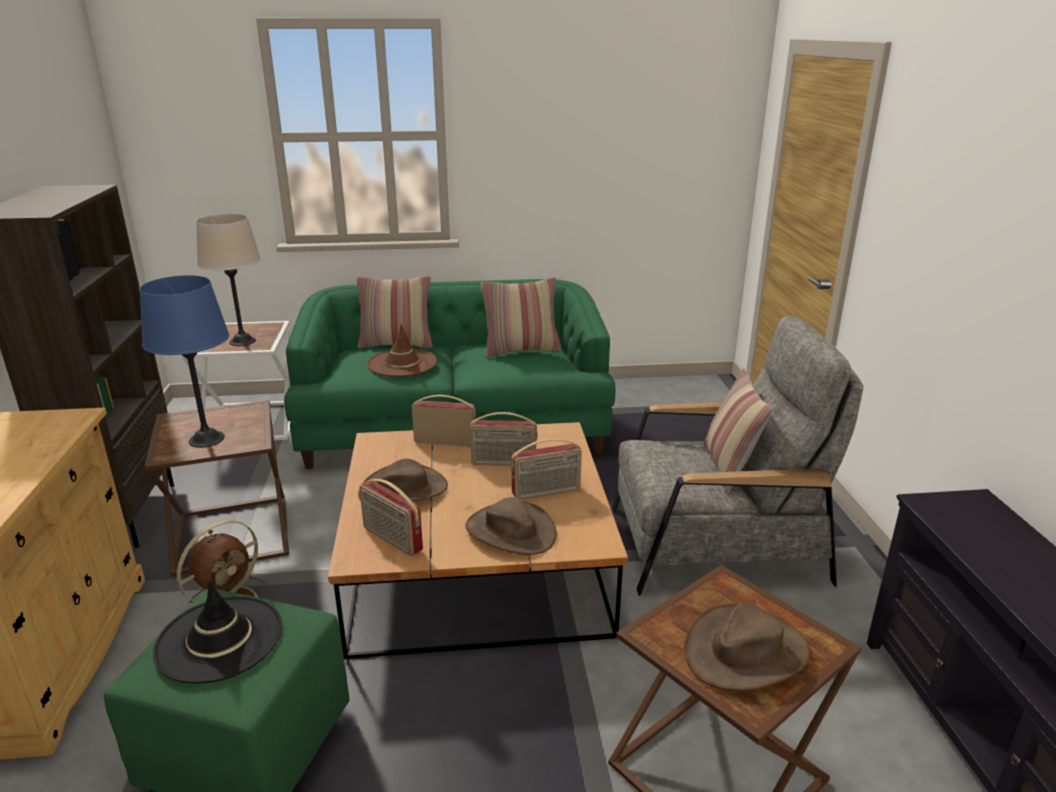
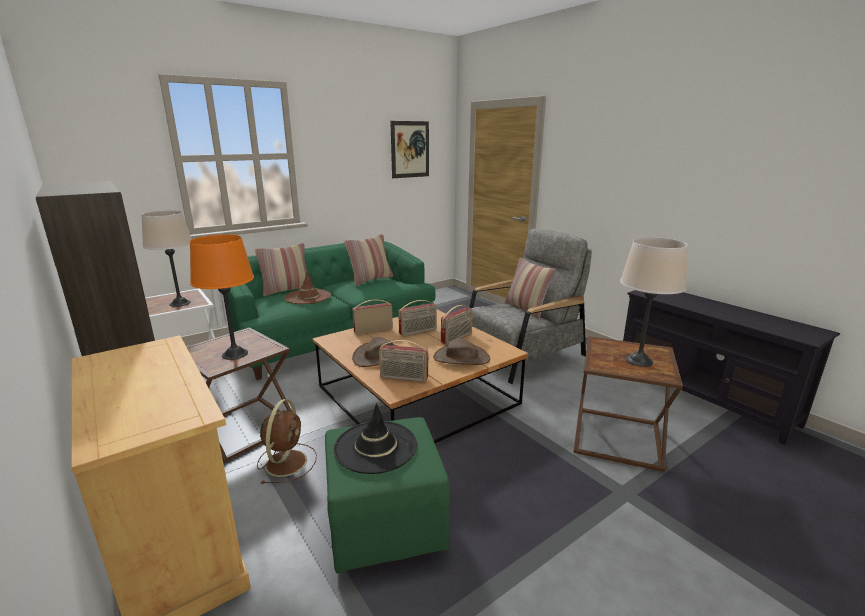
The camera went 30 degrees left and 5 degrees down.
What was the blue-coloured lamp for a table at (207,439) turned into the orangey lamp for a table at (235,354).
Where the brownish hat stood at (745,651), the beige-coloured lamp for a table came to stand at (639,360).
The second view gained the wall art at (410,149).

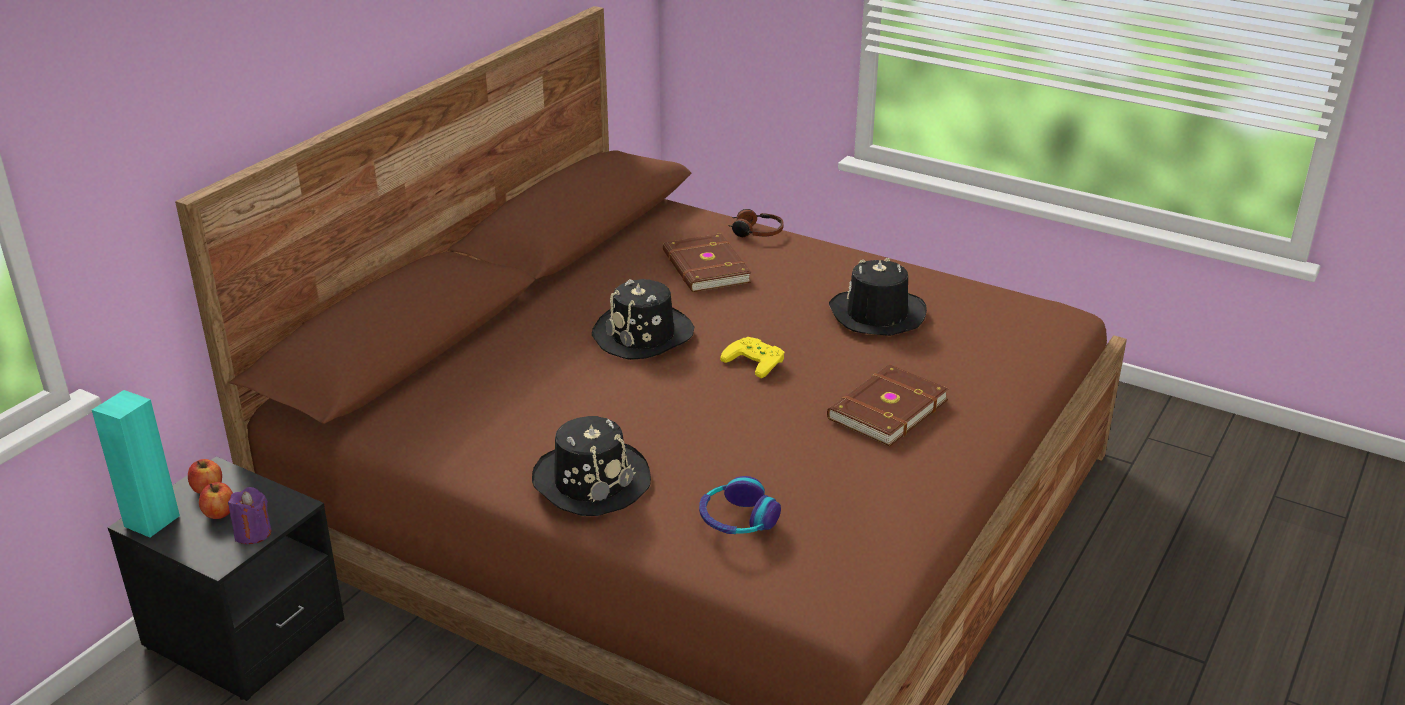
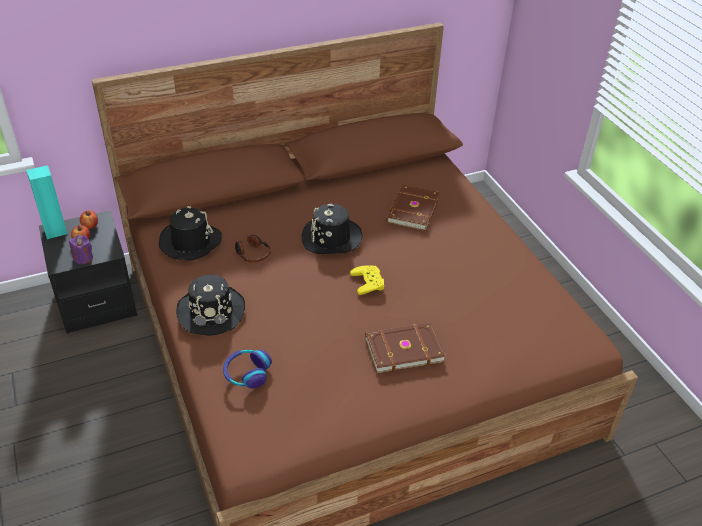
The camera went 35 degrees right and 10 degrees up.
The headphones ended up elsewhere, having gone from (756,232) to (252,253).
The blackish hat ended up elsewhere, having gone from (876,314) to (190,242).

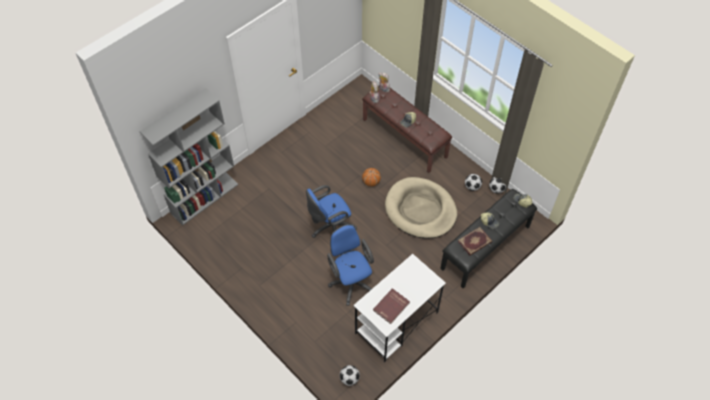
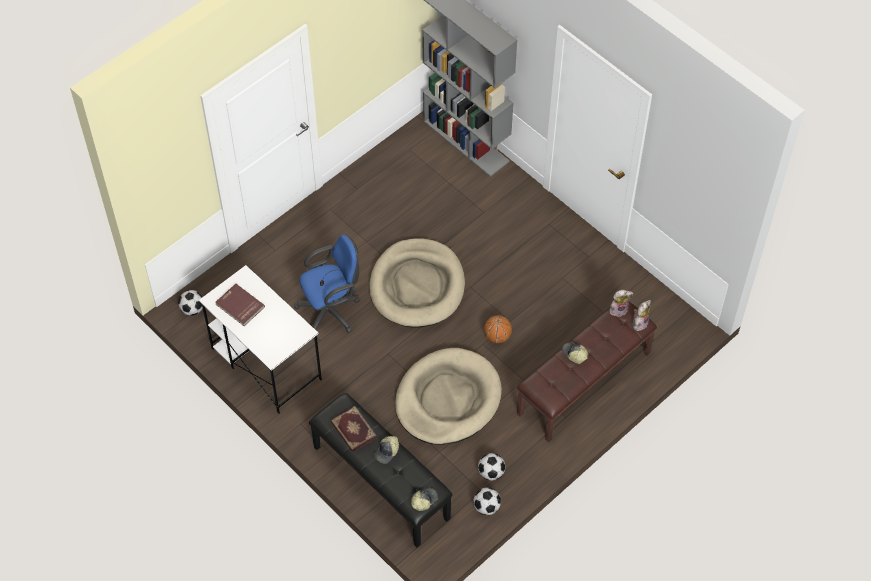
The camera went 90 degrees right and 0 degrees up.
Where the blue-coloured desk chair stood at (330,228), the beige-coloured pet bed came to stand at (417,286).

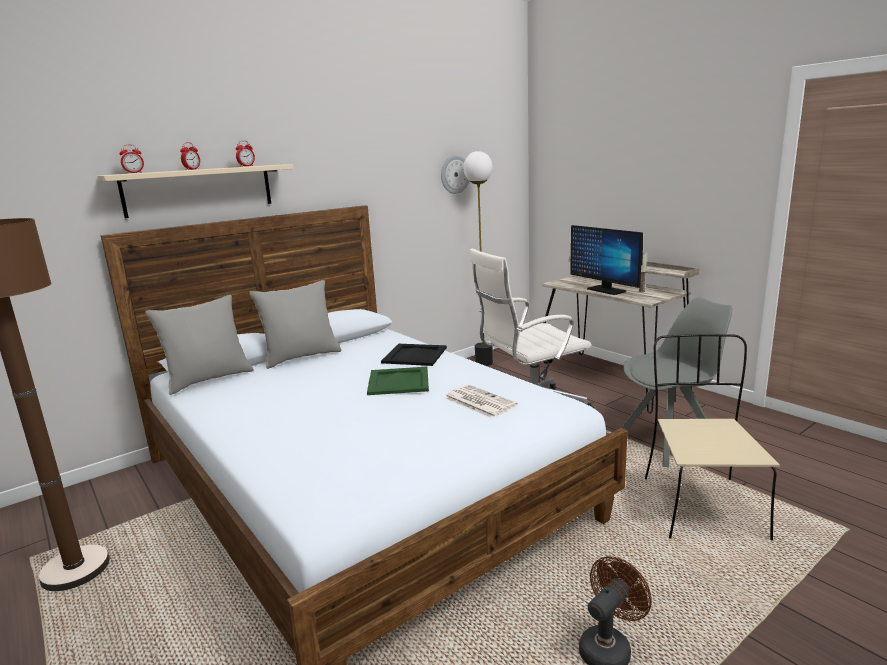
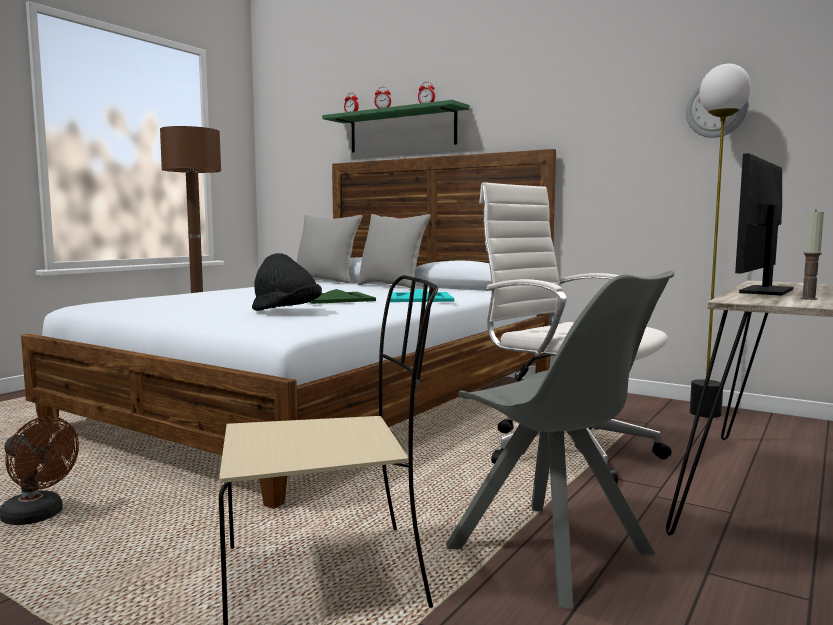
The camera went 70 degrees right and 10 degrees down.
What was the beige-coloured shelf at (199,190) turned into the green-coloured shelf at (402,130).
What was the blackish tray at (414,355) turned into the turquoise-coloured tray at (419,298).
Where the printed paper stood at (478,402), the blackish hat came to stand at (286,312).

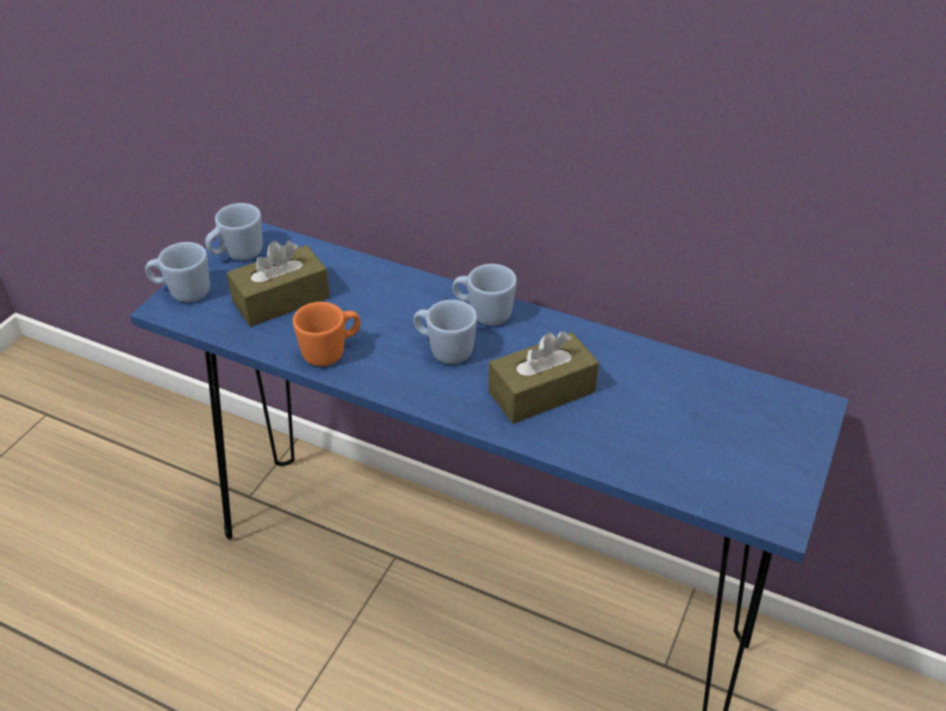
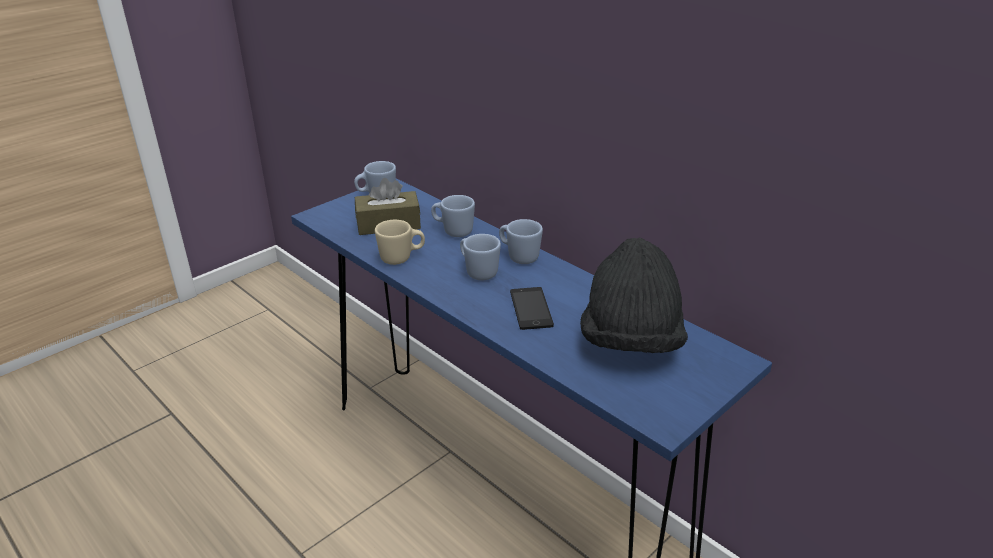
The camera went 20 degrees right and 10 degrees down.
The blue-coloured tea mug ended up elsewhere, having gone from (183,292) to (453,231).
What was the orangey tea mug at (331,352) turned into the beige-coloured tea mug at (401,258).
Where the brownish tissue holder stood at (541,392), the phone came to stand at (531,309).
The second view gained the blackish hat at (630,341).

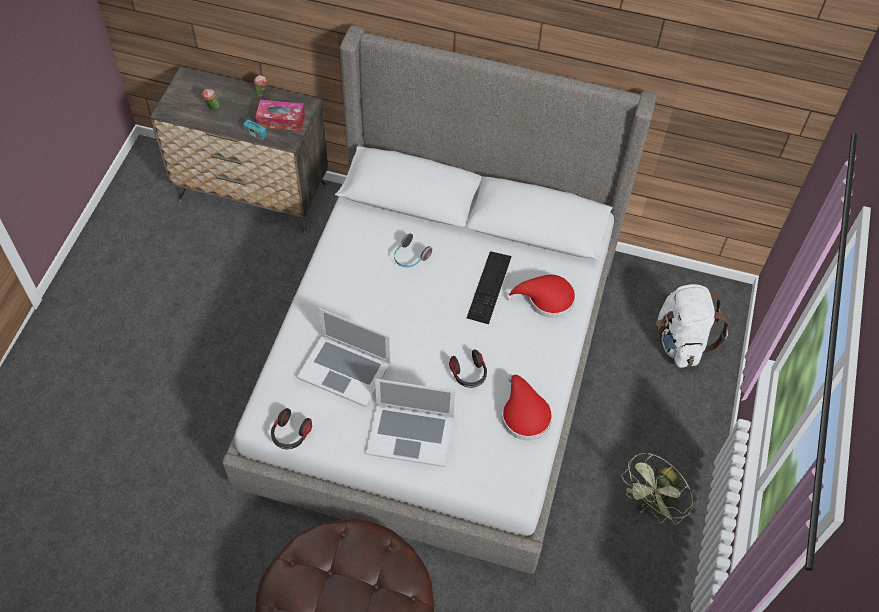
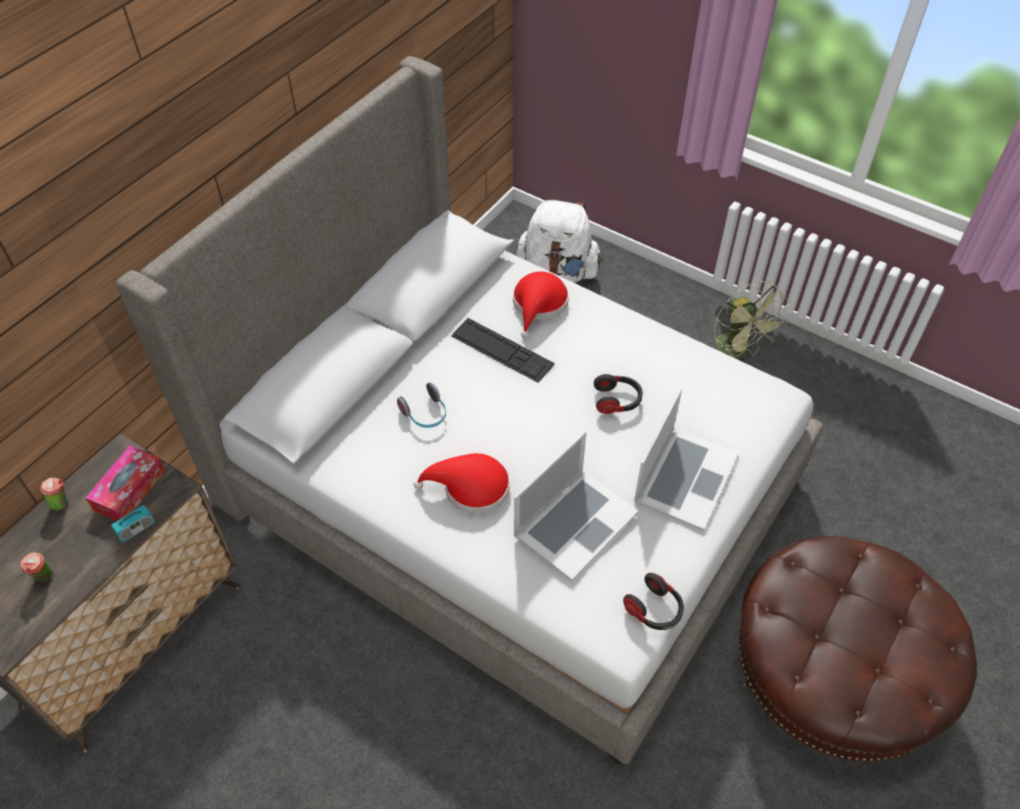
The camera went 70 degrees left and 5 degrees down.
The red hat ended up elsewhere, having gone from (524,414) to (470,488).

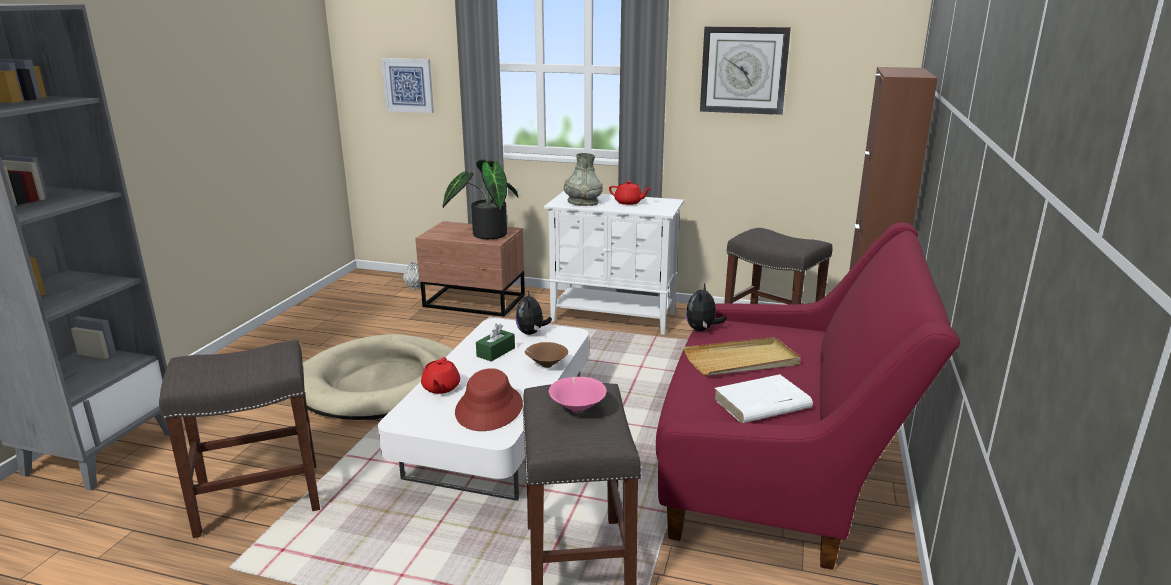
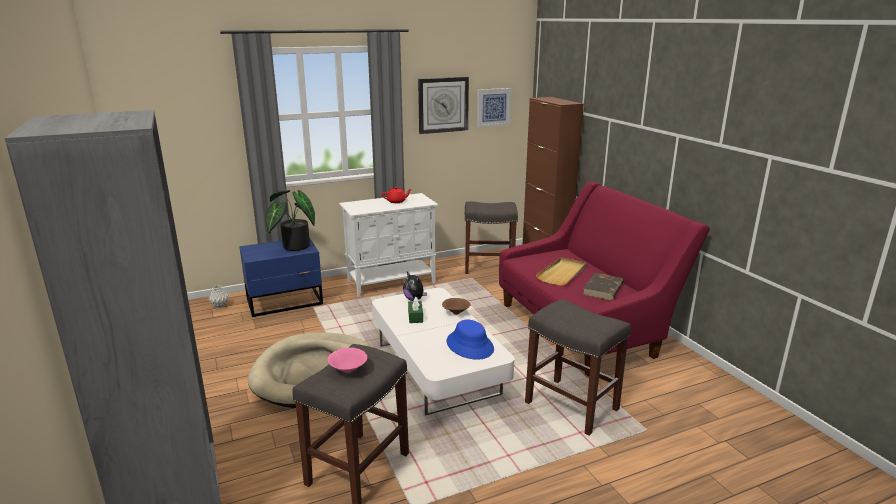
The camera went 40 degrees left and 0 degrees up.
The wall art ended up elsewhere, having gone from (408,85) to (493,107).
The second view lost the grey decorative vase at (583,202).
What was the brownish nightstand at (475,302) turned into the blue-coloured nightstand at (286,301).
The second view lost the soft toy at (702,330).
The second view lost the red tea pot at (440,388).
What was the red hat at (489,408) turned into the blue-coloured hat at (470,345).
What was the whitish volume at (761,404) turned into the brownish volume at (603,289).
The pink serving bowl ended up elsewhere, having gone from (577,408) to (347,370).

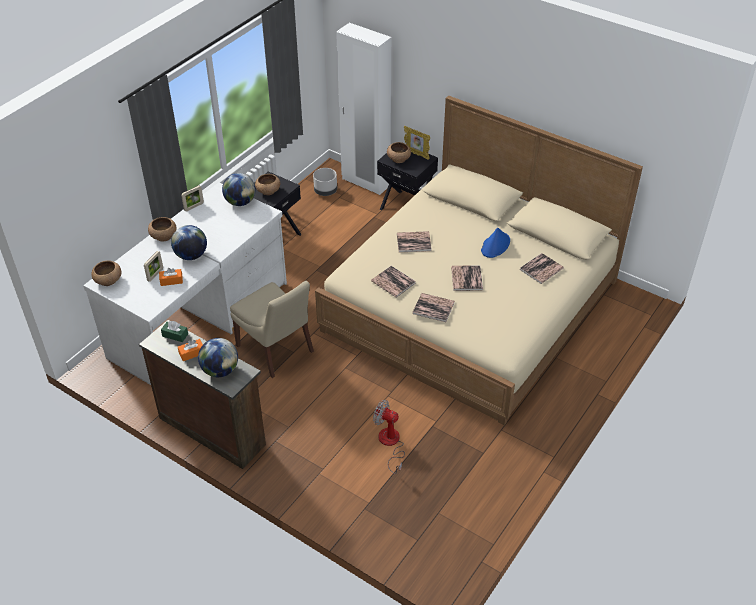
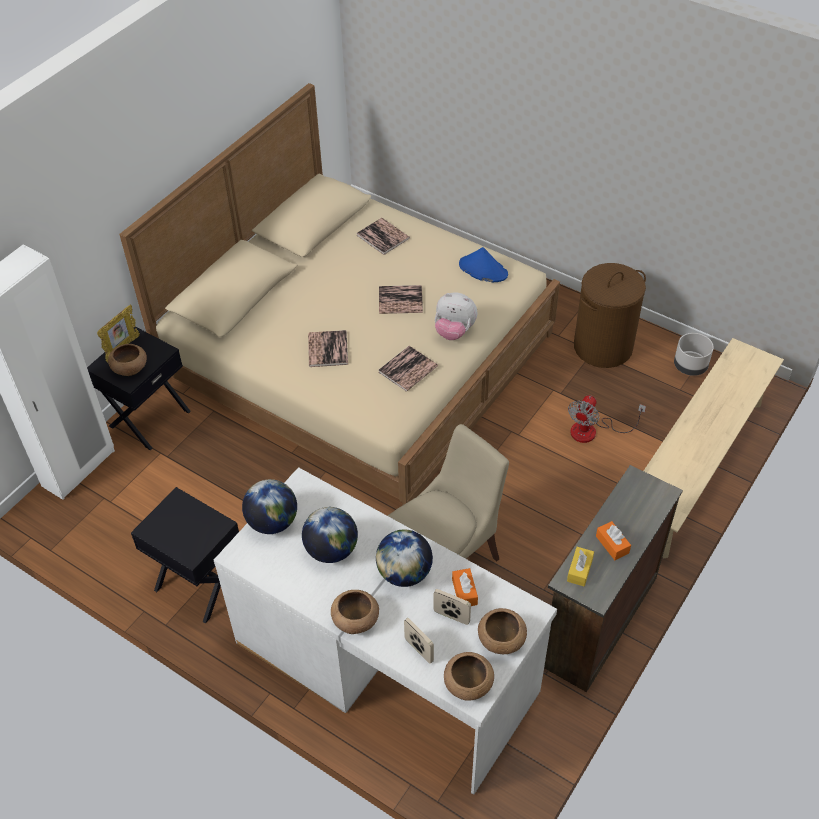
The camera went 90 degrees left and 5 degrees up.
The grey plant pot ended up elsewhere, having gone from (325,191) to (690,366).
The brownish serving bowl ended up elsewhere, having gone from (268,191) to (501,640).
The standing frame ended up elsewhere, having gone from (194,207) to (419,650).
The blue-coloured hat ended up elsewhere, having gone from (495,245) to (483,269).
Where the volume stood at (433,308), the soft toy came to stand at (454,331).
What was the green-coloured tissue holder at (175,335) turned into the yellow tissue holder at (579,570).
The globe ended up elsewhere, having gone from (220,370) to (331,550).
The second view gained the brownish hamper at (603,347).
The second view gained the beige-coloured indoor bench at (695,468).

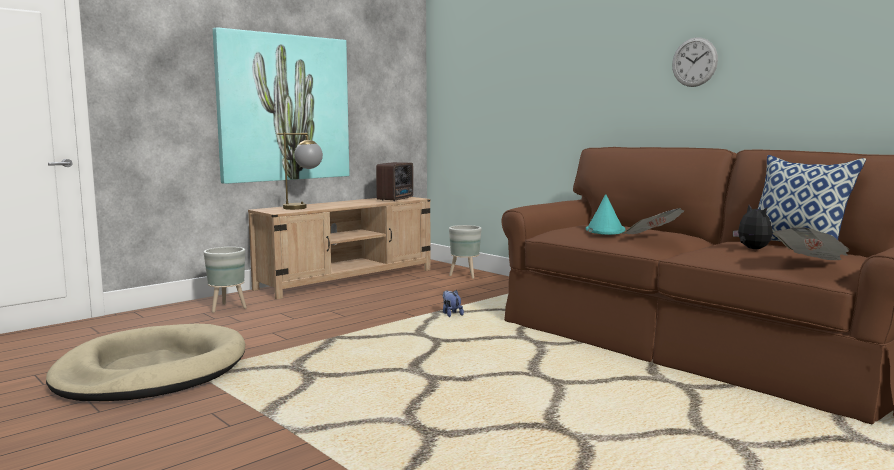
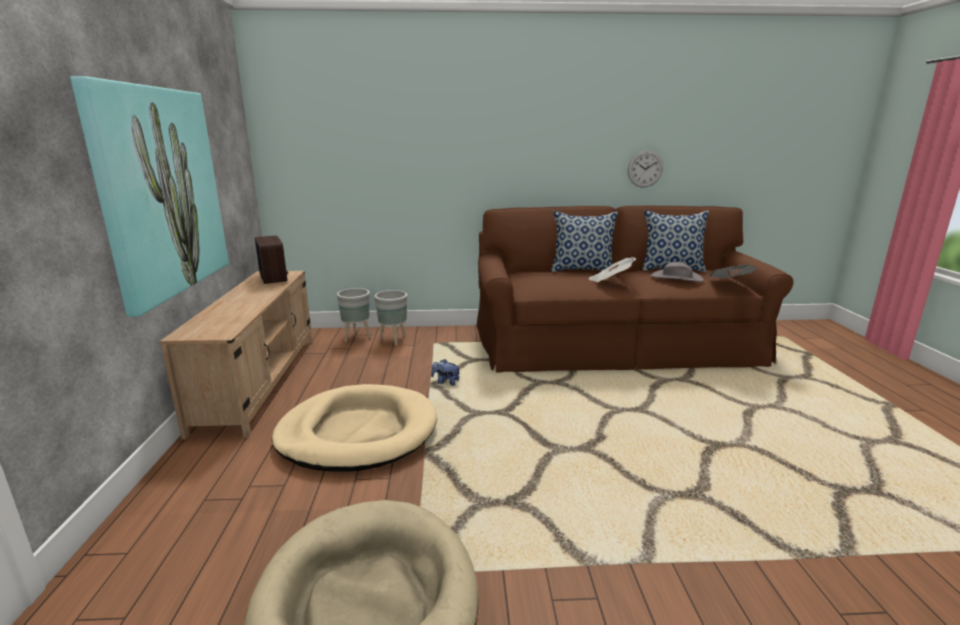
The camera went 50 degrees left and 10 degrees up.
The clock on the wall ended up elsewhere, having gone from (694,62) to (645,169).
The second view lost the lamp for a table at (303,208).
The second view lost the turquoise-coloured hat at (604,230).
Where the soft toy stood at (751,249), the grey hat came to stand at (676,278).
The grey plant pot ended up elsewhere, having gone from (226,308) to (393,340).
The second view gained the throw pillow at (582,270).
The second view gained the beige-coloured pet bed at (357,433).

